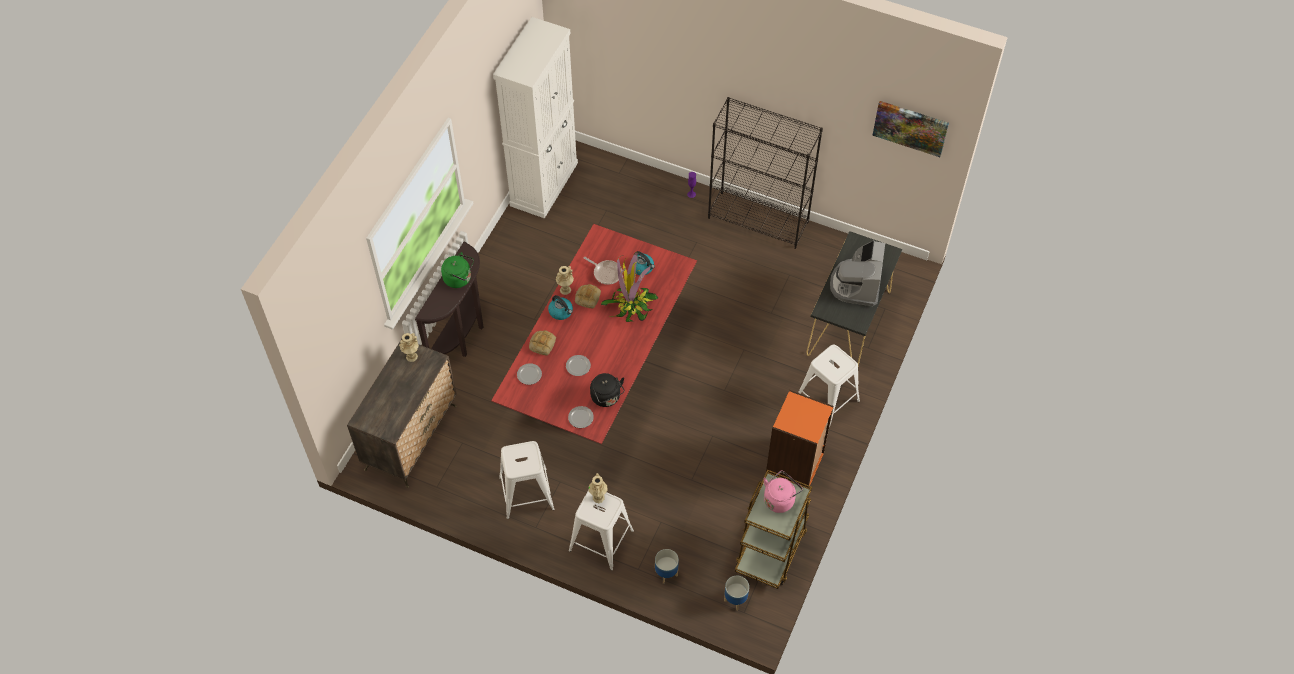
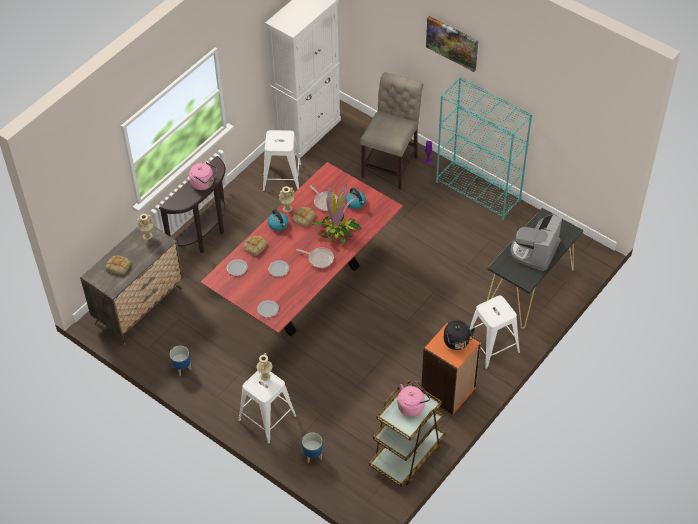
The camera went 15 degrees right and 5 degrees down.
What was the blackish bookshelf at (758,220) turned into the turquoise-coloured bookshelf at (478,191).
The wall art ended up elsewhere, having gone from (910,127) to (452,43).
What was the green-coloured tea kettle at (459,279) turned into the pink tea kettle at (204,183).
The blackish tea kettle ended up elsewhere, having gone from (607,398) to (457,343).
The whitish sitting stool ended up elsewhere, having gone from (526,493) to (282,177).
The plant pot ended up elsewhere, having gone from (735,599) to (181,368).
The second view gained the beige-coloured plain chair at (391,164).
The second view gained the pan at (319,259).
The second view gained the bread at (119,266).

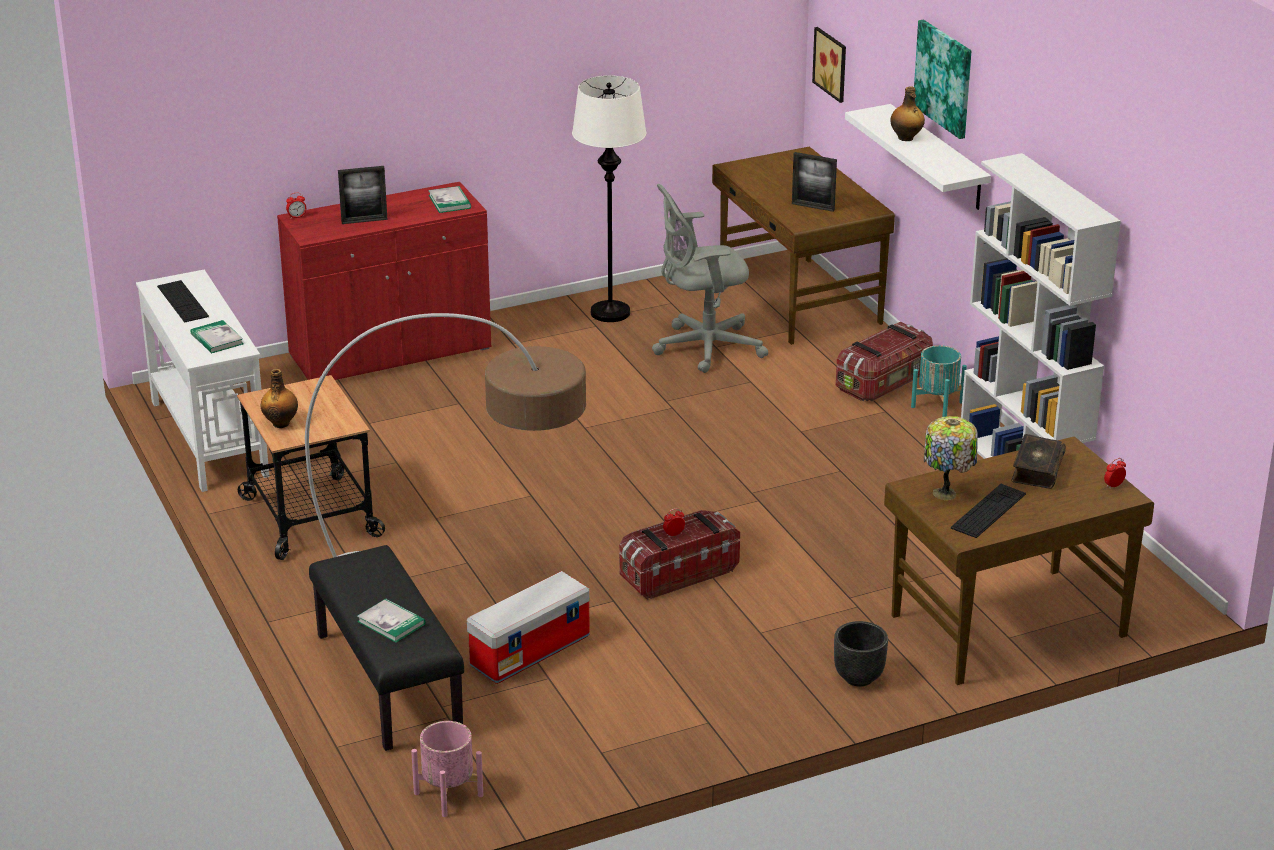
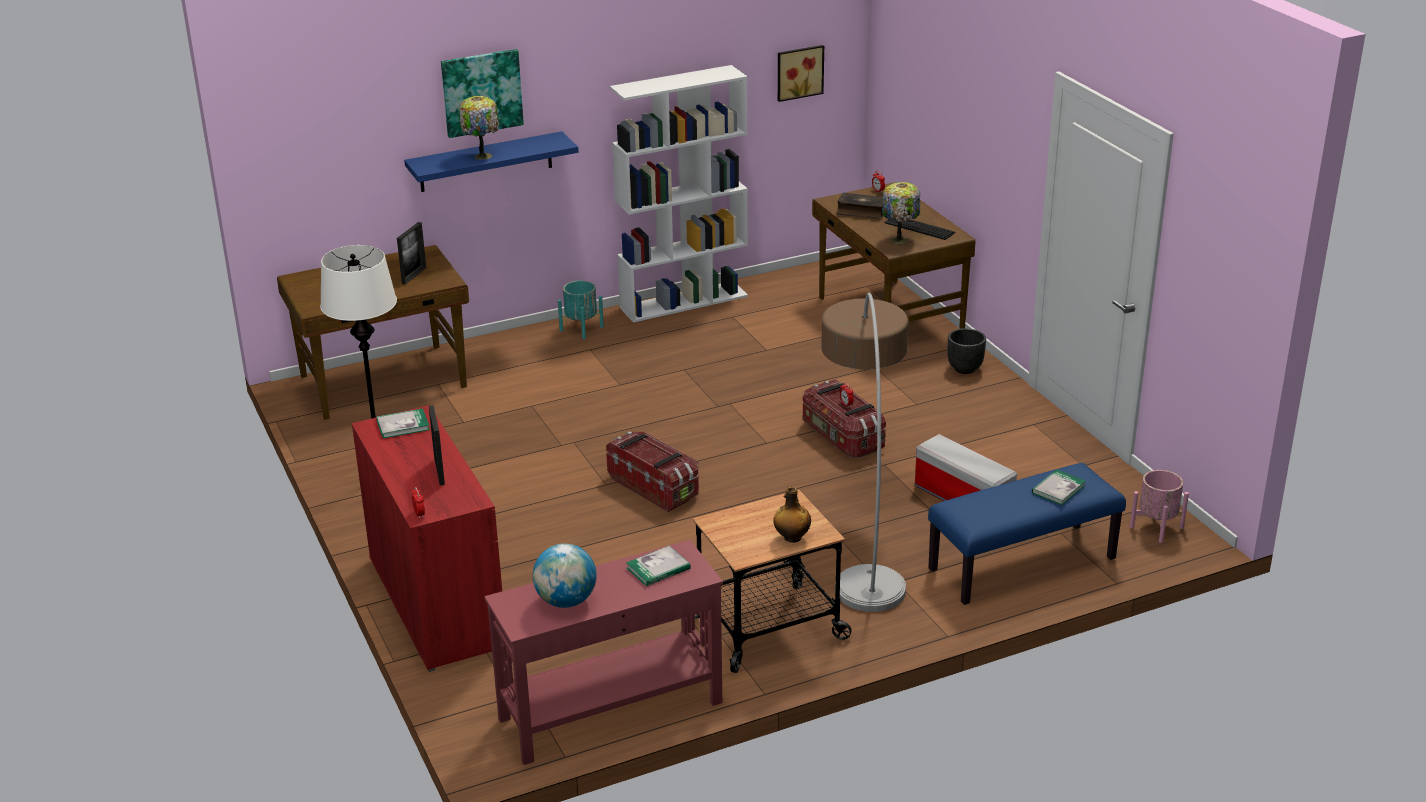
The camera went 90 degrees left and 0 degrees up.
The wall art ended up elsewhere, having gone from (832,63) to (799,72).
Where the beverage bottle stood at (906,138), the lamp for a table came to stand at (482,155).
What was the whitish shelf at (937,158) turned into the blue-coloured shelf at (485,162).
The second view lost the grey desk chair at (703,347).
What was the whitish narrow table at (209,437) turned into the red narrow table at (609,711).
Where the computer keyboard stood at (182,301), the globe came to stand at (566,601).
The storage container ended up elsewhere, having gone from (884,382) to (654,487).
What was the blackish indoor bench at (386,682) turned into the blue-coloured indoor bench at (1022,565).

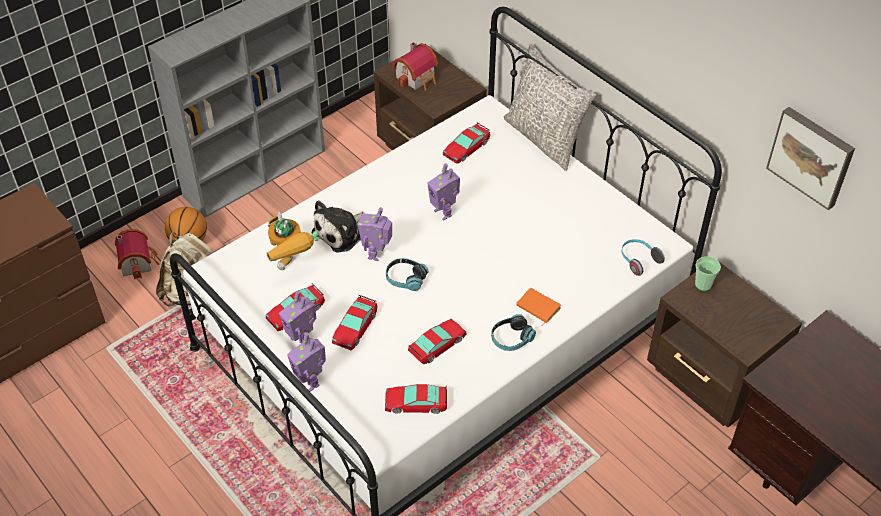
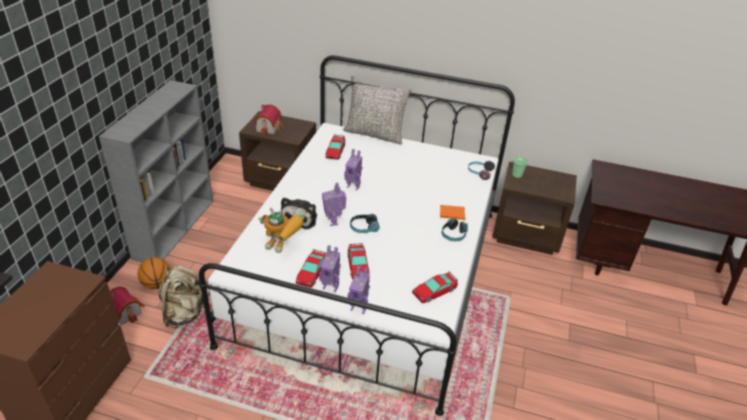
The camera went 35 degrees left and 10 degrees down.
The second view lost the wall art at (811,156).
The second view lost the toy car at (437,345).

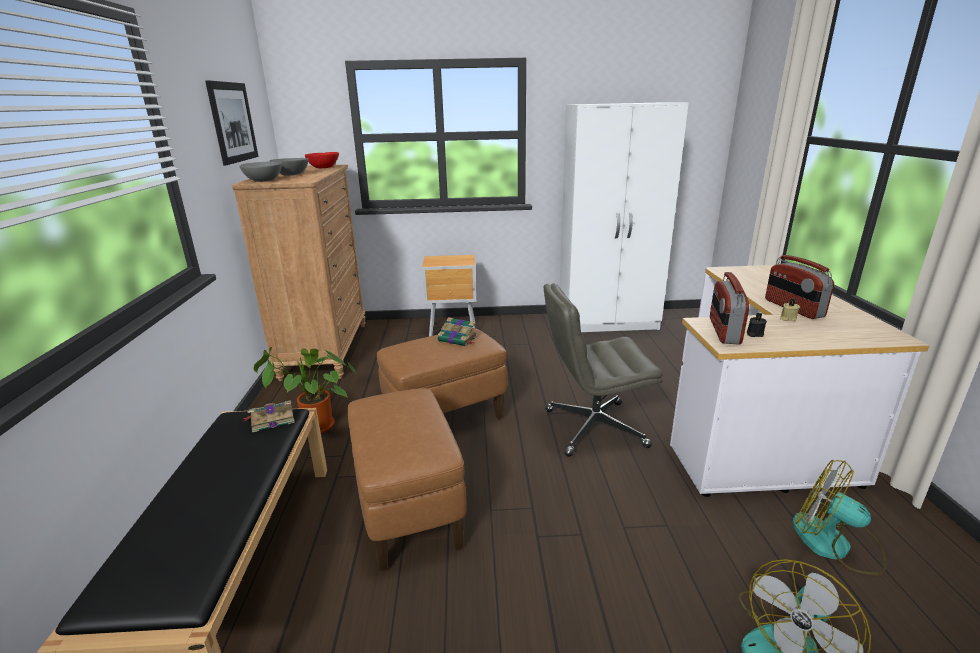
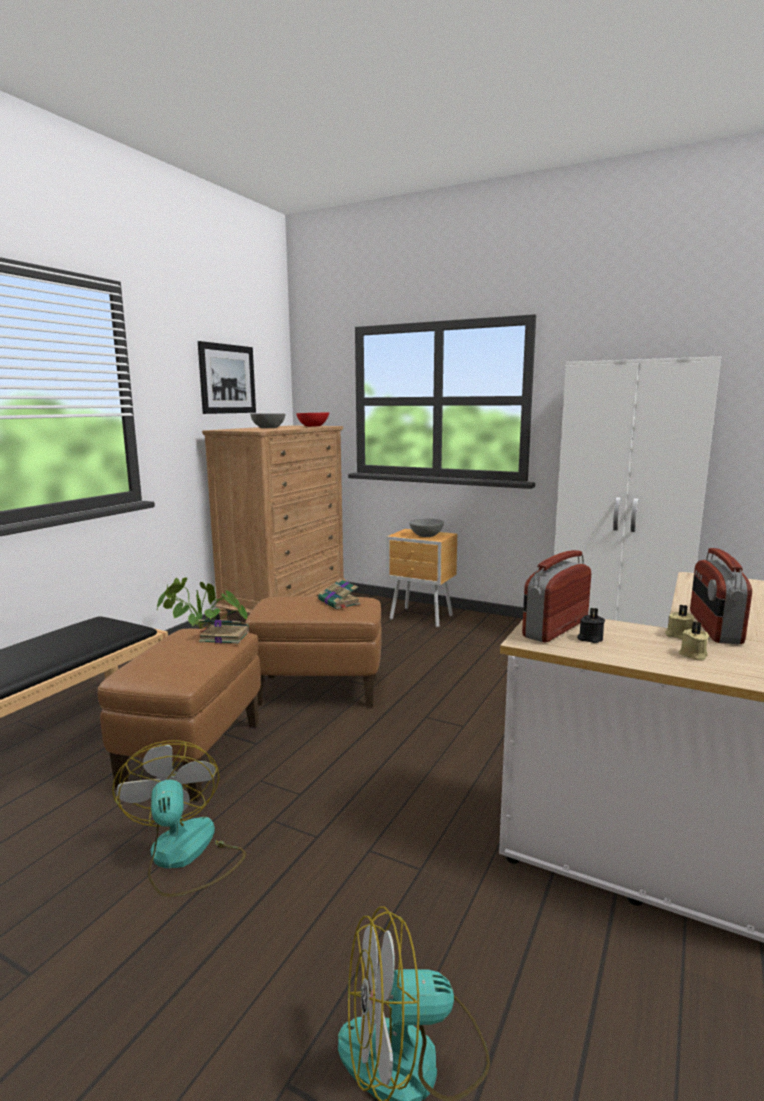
The camera went 30 degrees right and 10 degrees down.
The grey serving bowl ended up elsewhere, having gone from (263,180) to (426,535).
The second view lost the grey desk chair at (593,428).
The volume ended up elsewhere, having gone from (271,419) to (223,636).
The cooling fan ended up elsewhere, having gone from (834,544) to (184,856).
The second view gained the beige-coloured candle at (693,655).

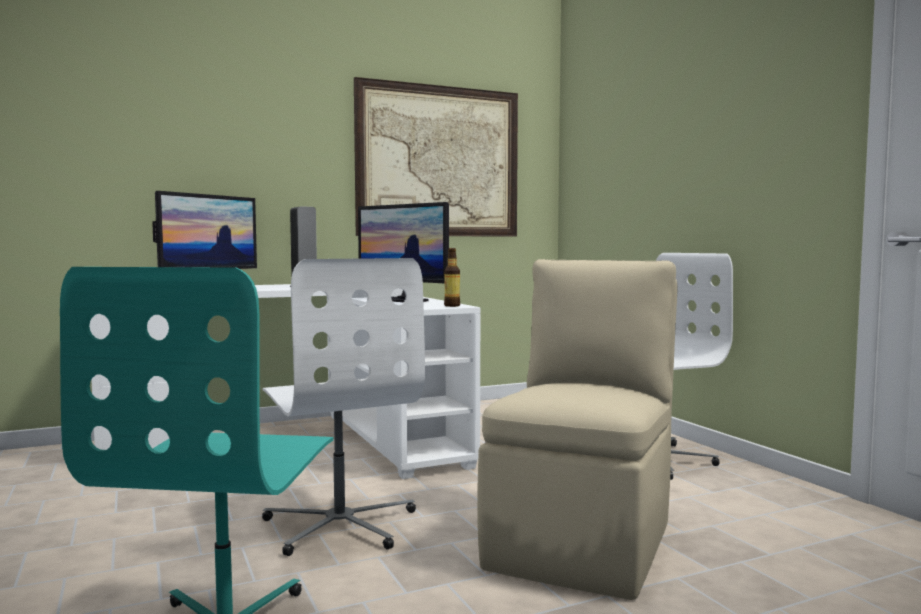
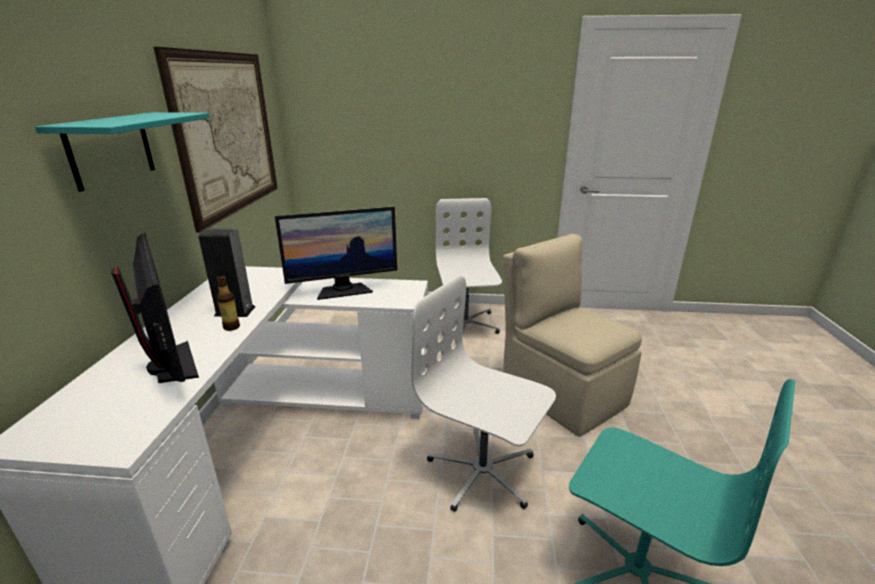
The camera went 60 degrees left and 20 degrees up.
The beverage bottle ended up elsewhere, having gone from (452,306) to (231,327).
The whitish desk chair at (341,524) ended up facing another way, 150 degrees counterclockwise from before.
The second view gained the turquoise-coloured shelf at (111,149).

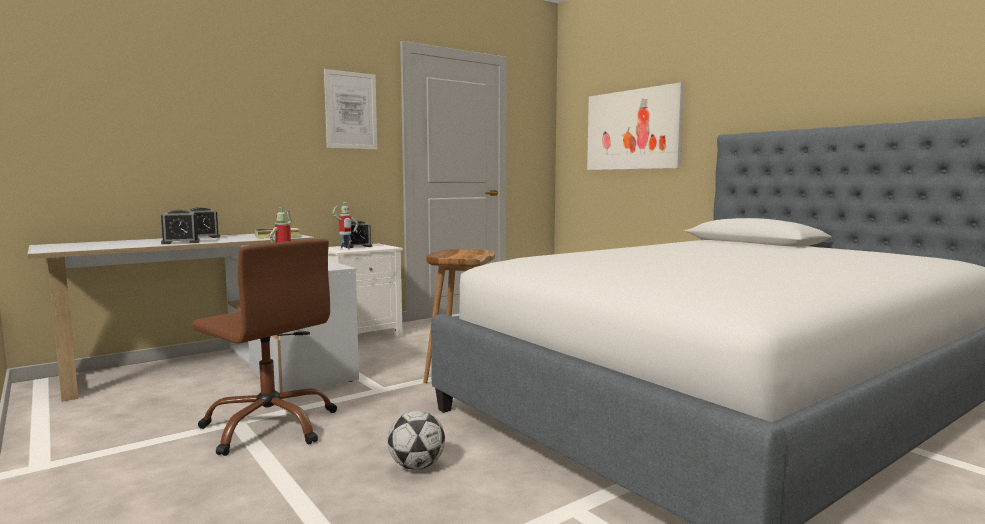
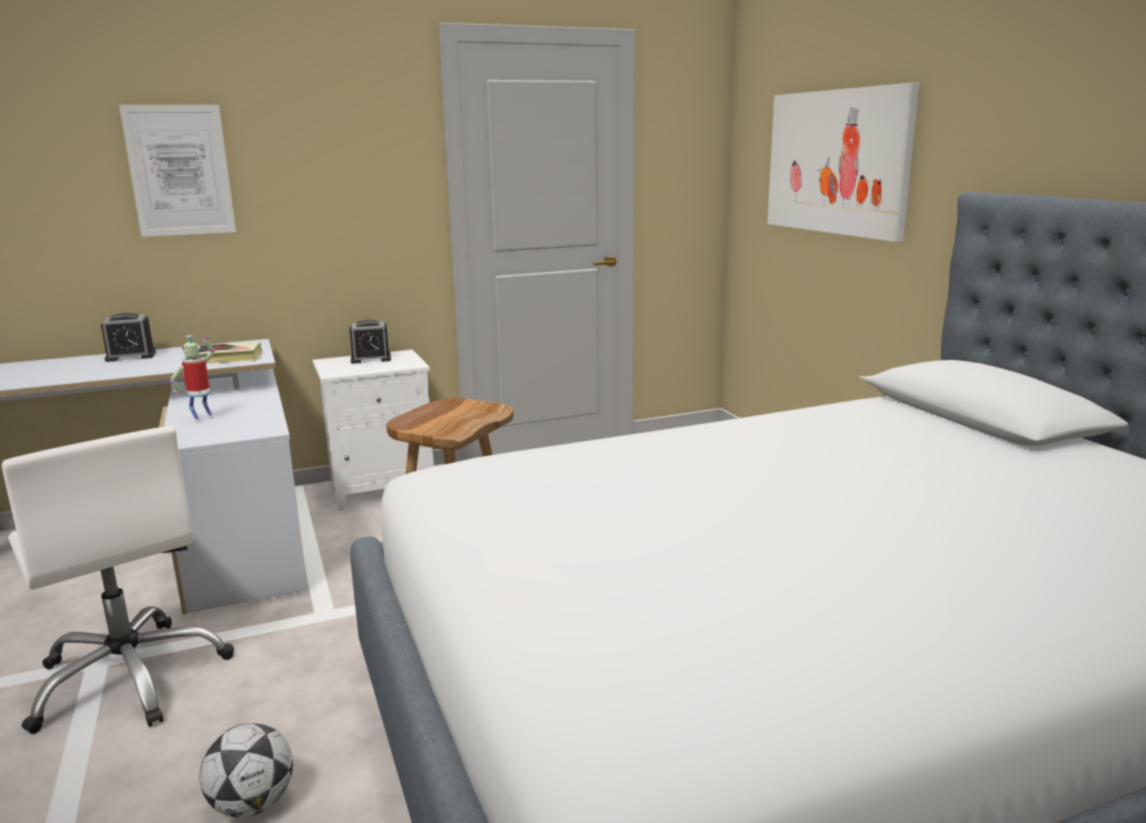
The camera went 15 degrees right and 10 degrees up.
The wall art ended up elsewhere, having gone from (351,110) to (180,171).
The second view lost the robot figure at (345,249).
The second view lost the bedside clock at (180,242).
What was the brownish desk chair at (270,426) turned into the whitish desk chair at (130,678).

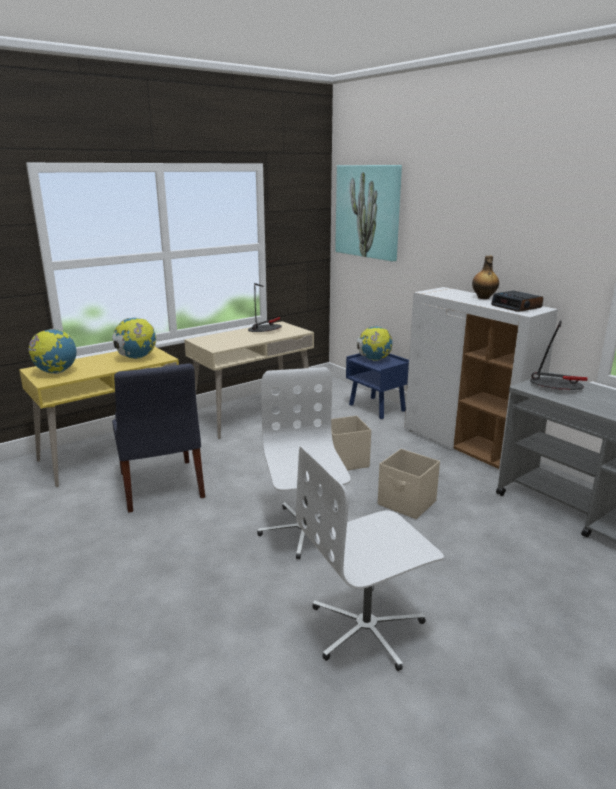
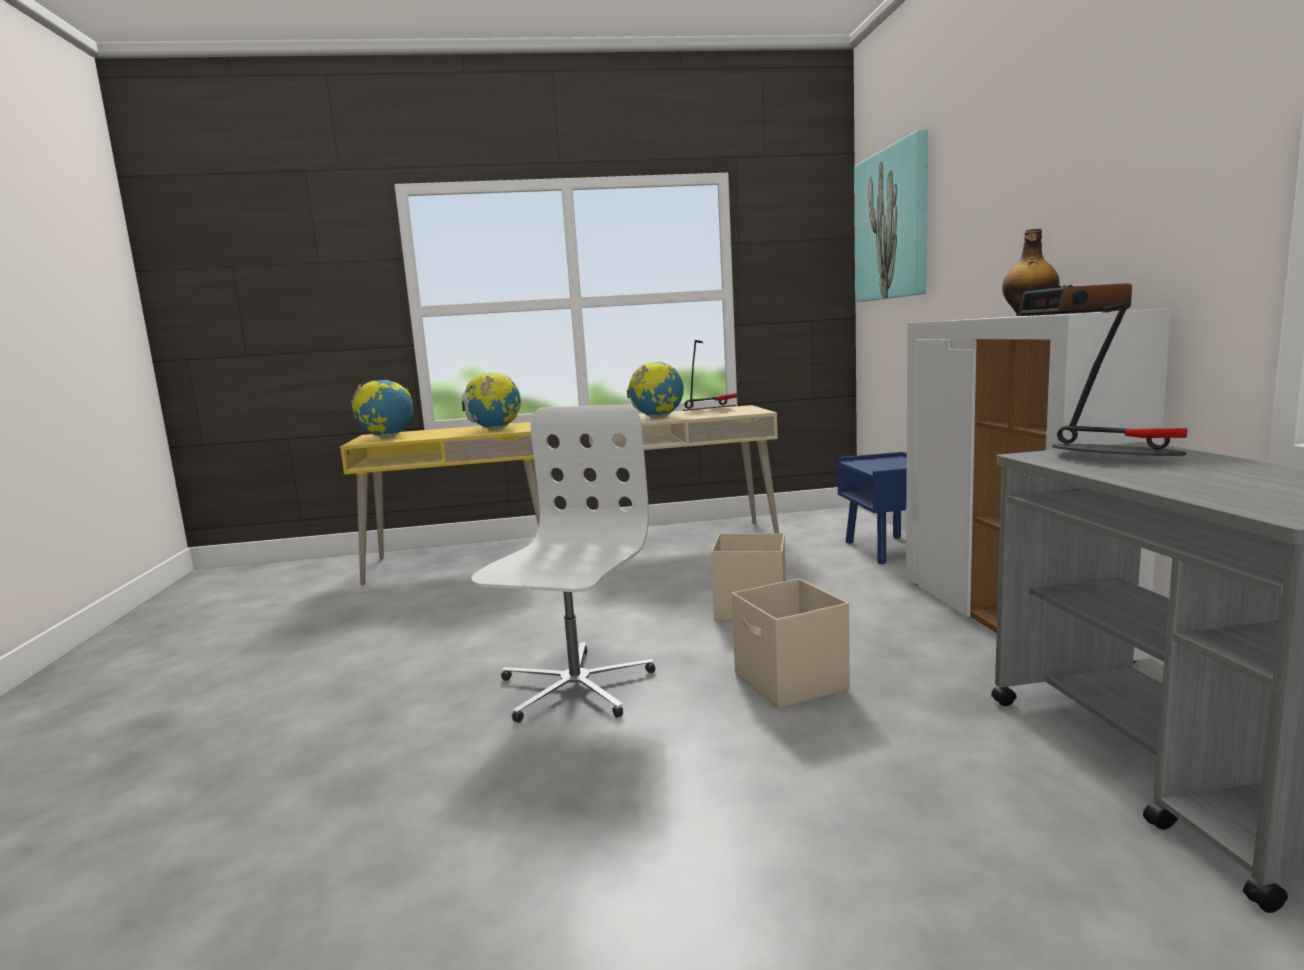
The camera went 30 degrees right and 10 degrees down.
The globe ended up elsewhere, having gone from (374,360) to (657,417).
The second view lost the blue-coloured plain chair at (161,487).
The second view lost the whitish desk chair at (367,628).

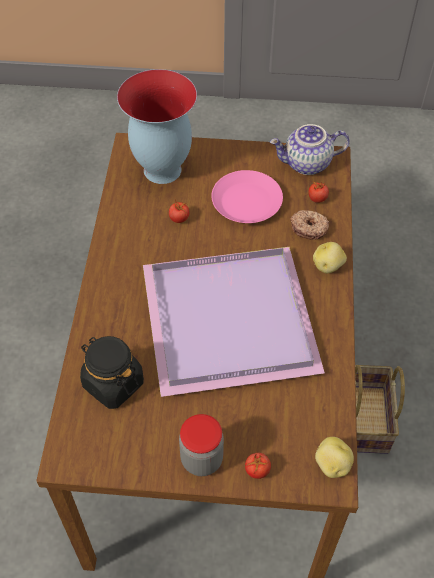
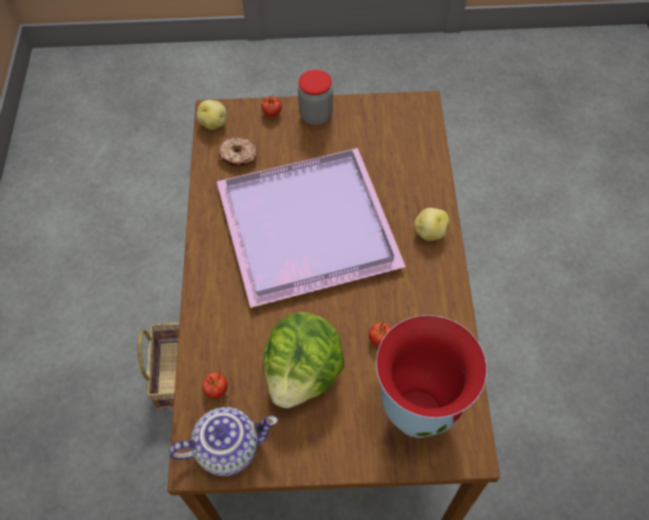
The camera went 175 degrees right and 5 degrees up.
Where the pink plate stood at (246,202), the head of lettuce came to stand at (304,373).
The donut ended up elsewhere, having gone from (309,228) to (238,156).
The whole potato ended up elsewhere, having gone from (328,266) to (429,232).
The second view lost the blackish jar at (113,383).

